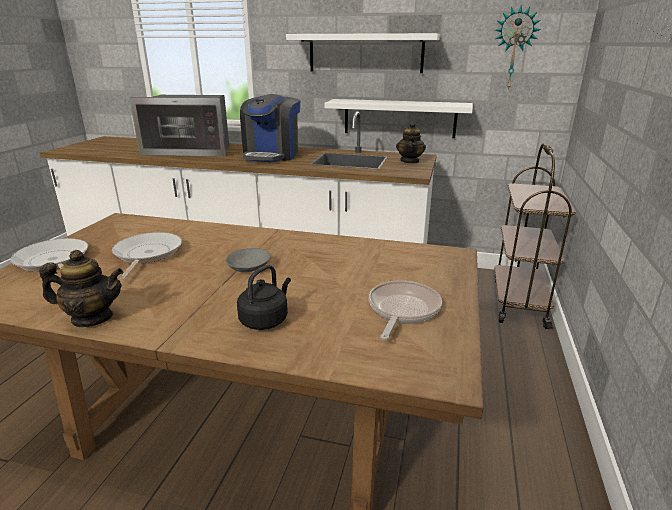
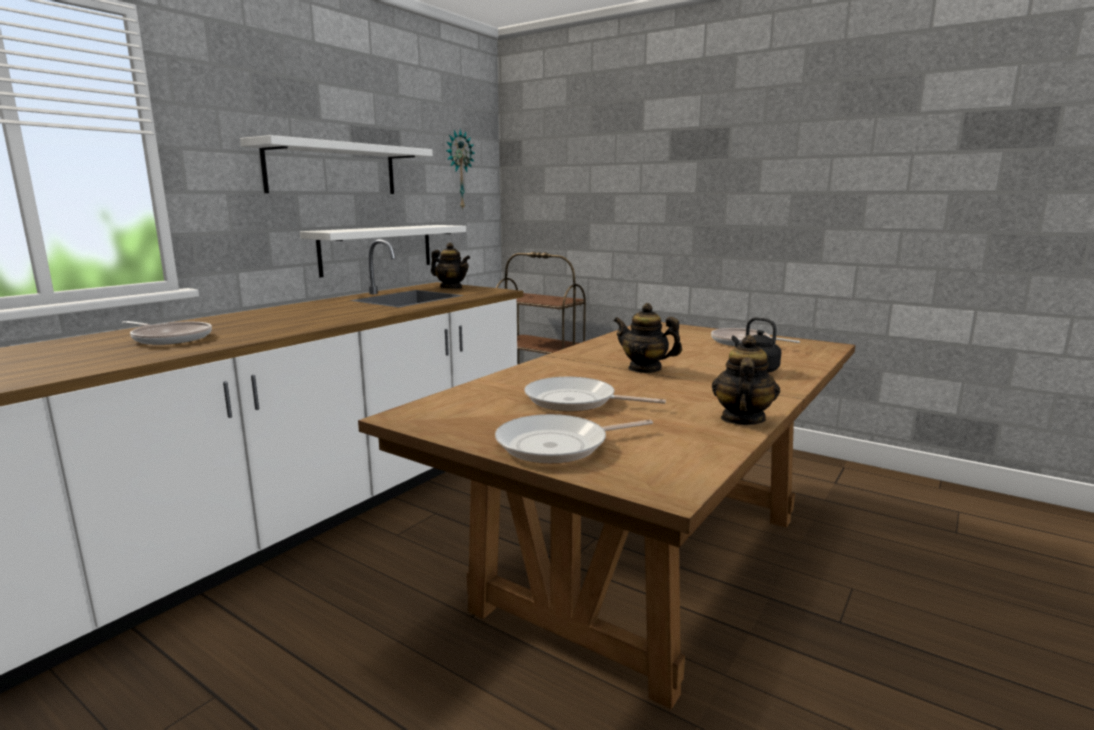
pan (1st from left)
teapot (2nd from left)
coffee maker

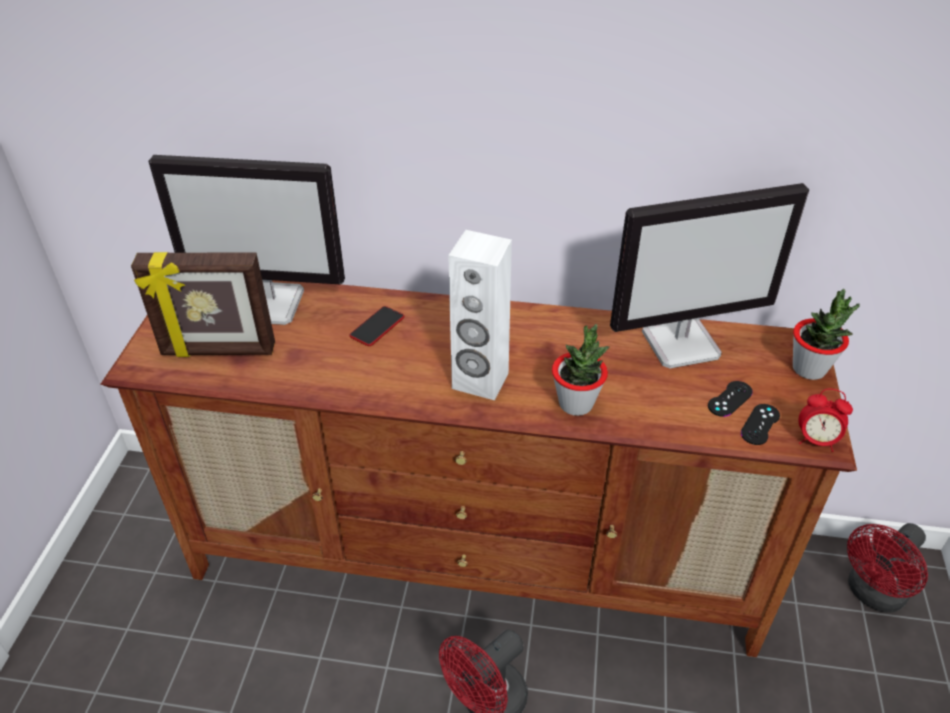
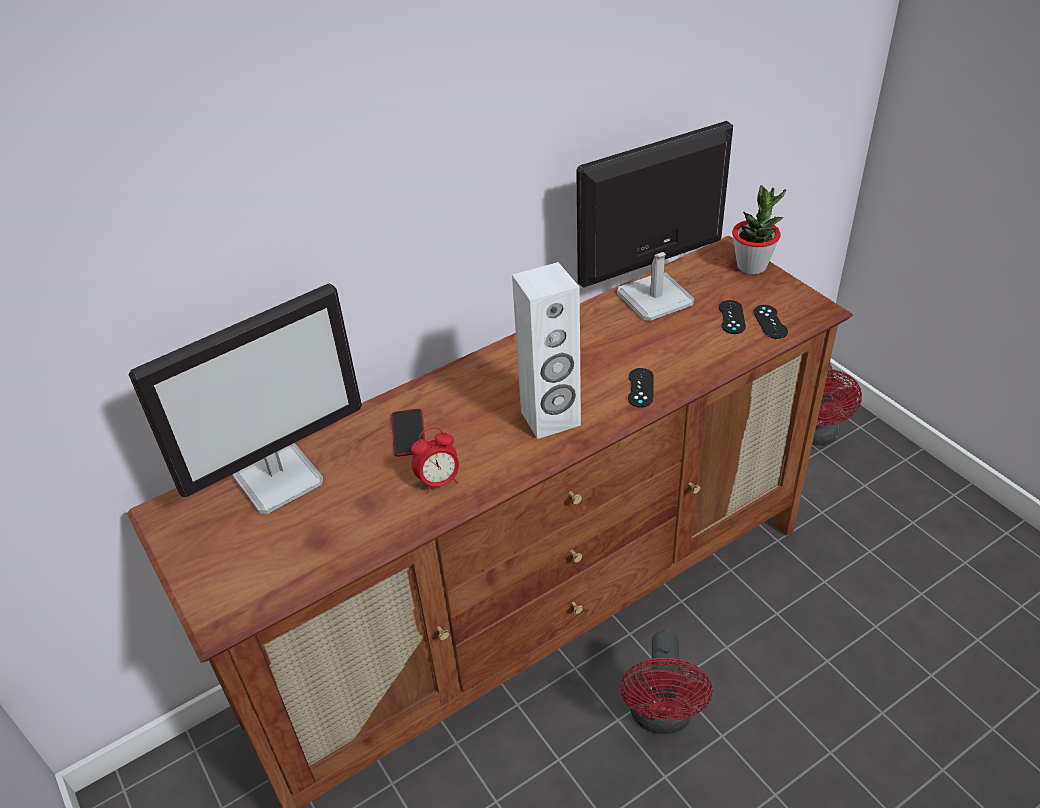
standing frame
joypad (blackish) (1st from left)
computer display (2nd from left)
alarm clock

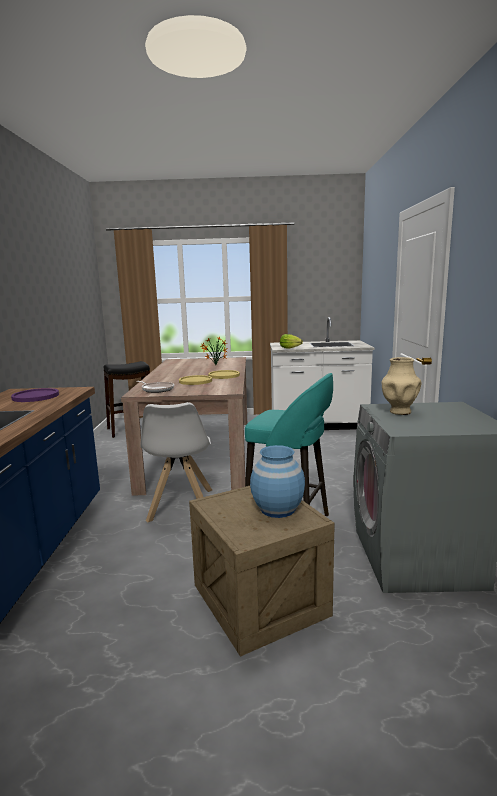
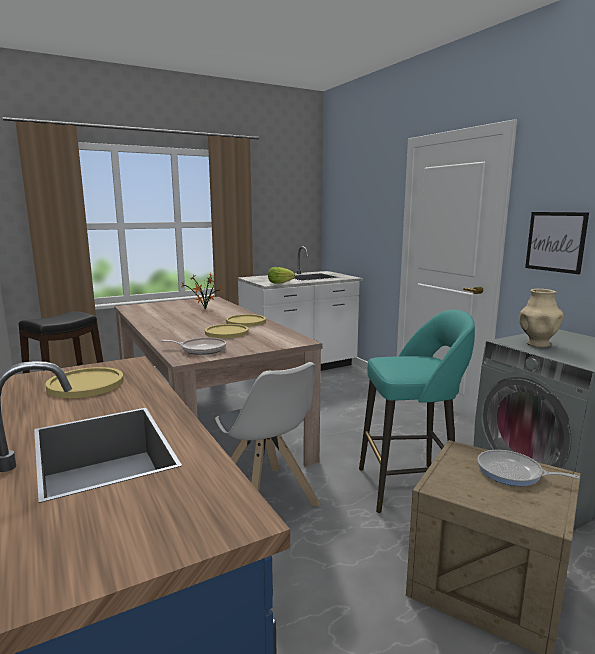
flat dish (yellowish) (1st from left)
pan (2nd from left)
picture

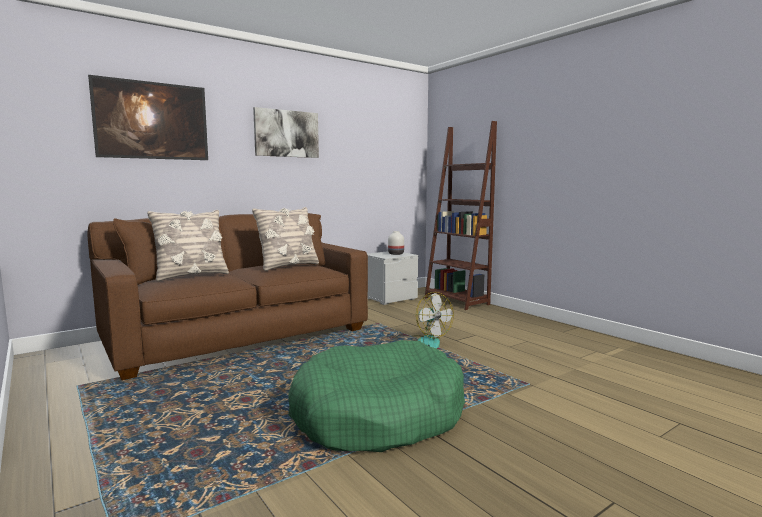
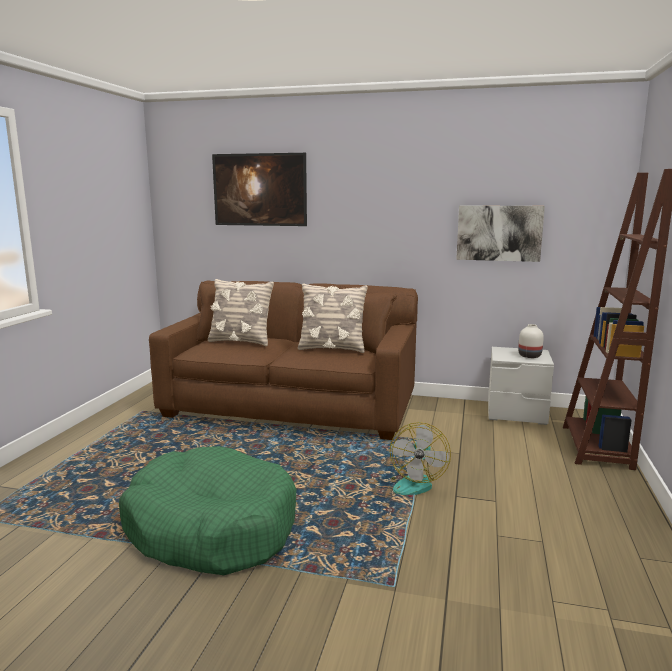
picture (2nd from left)

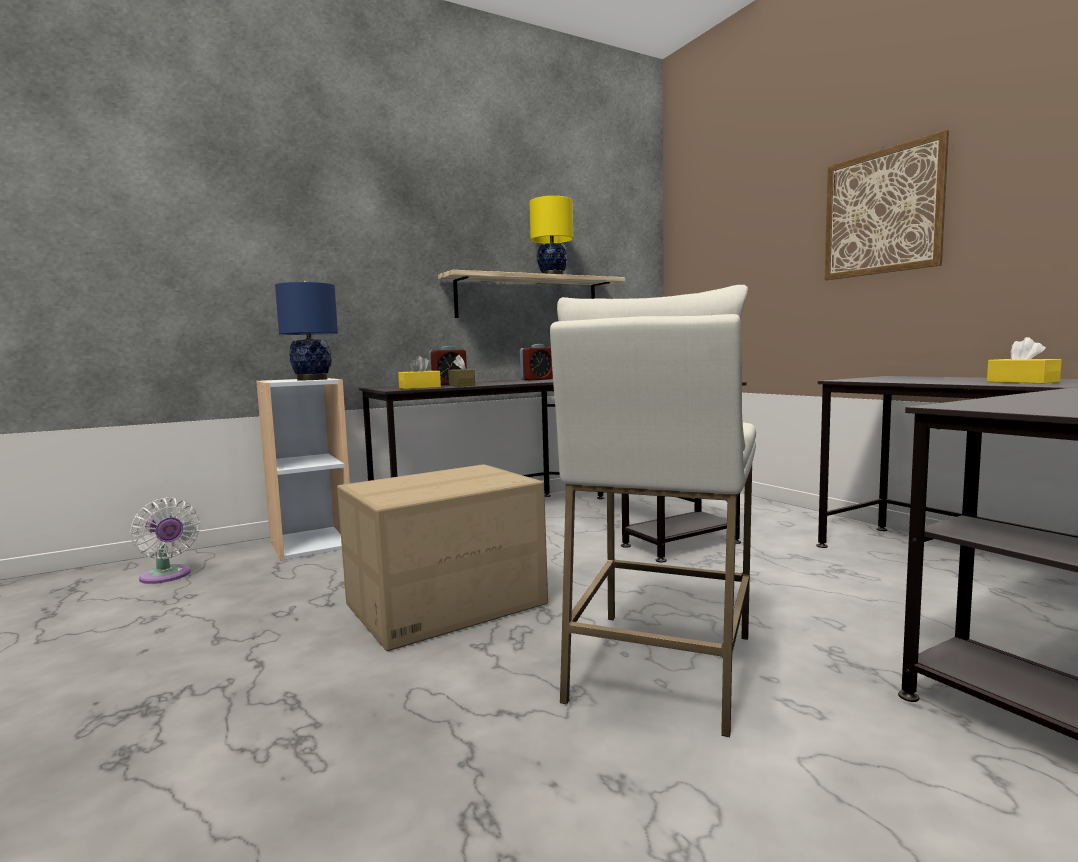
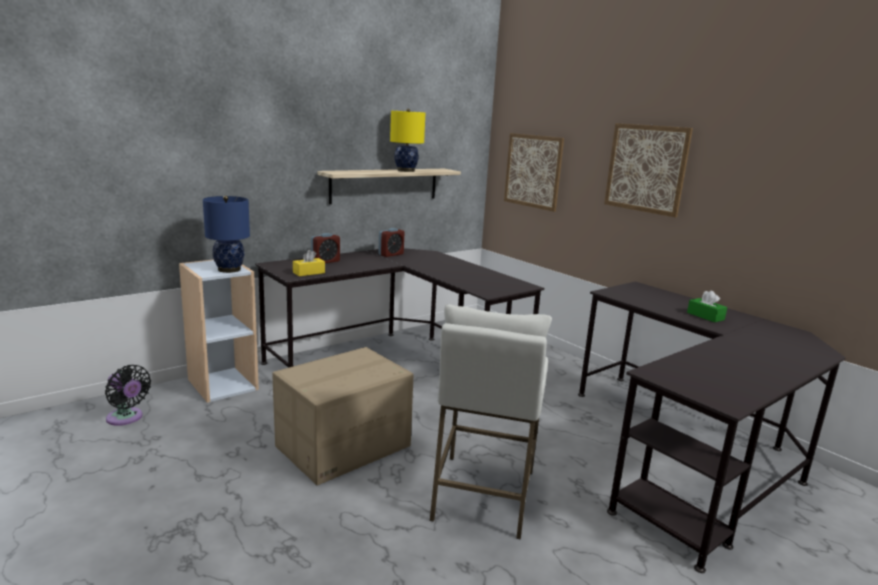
fan (blackish)
box of tissues (brown)
box of tissues (greenish)
picture (1st from left)

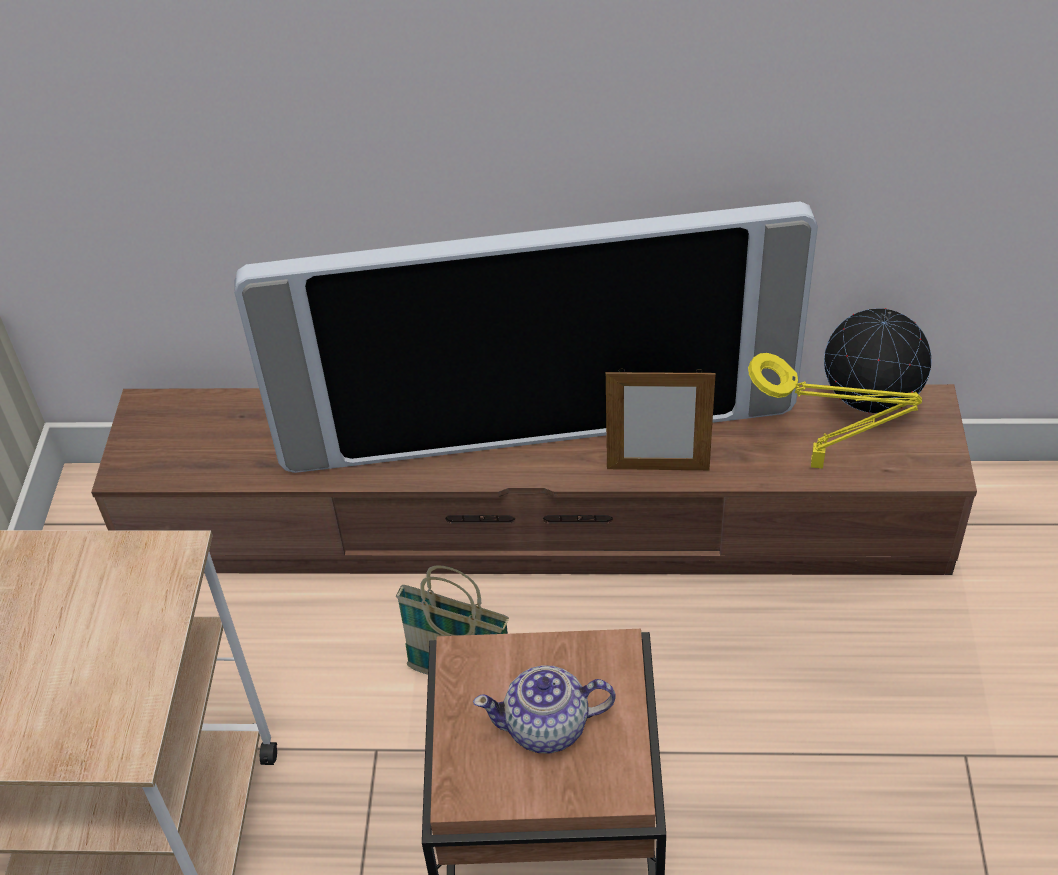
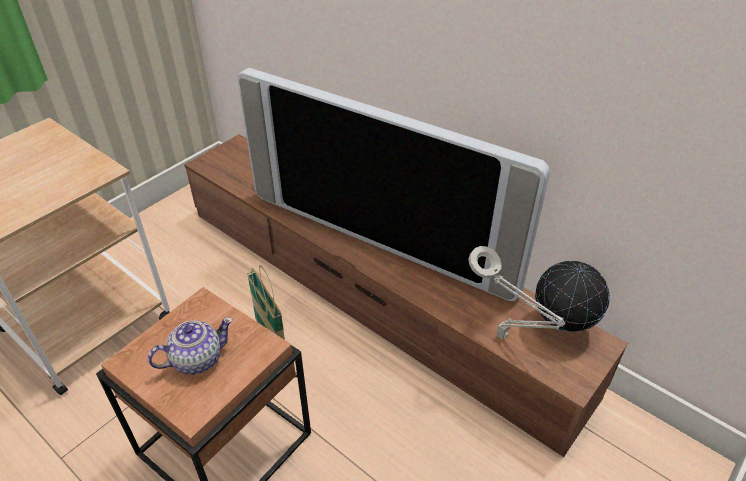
teapot
standing frame
tabletop lamp (grey)

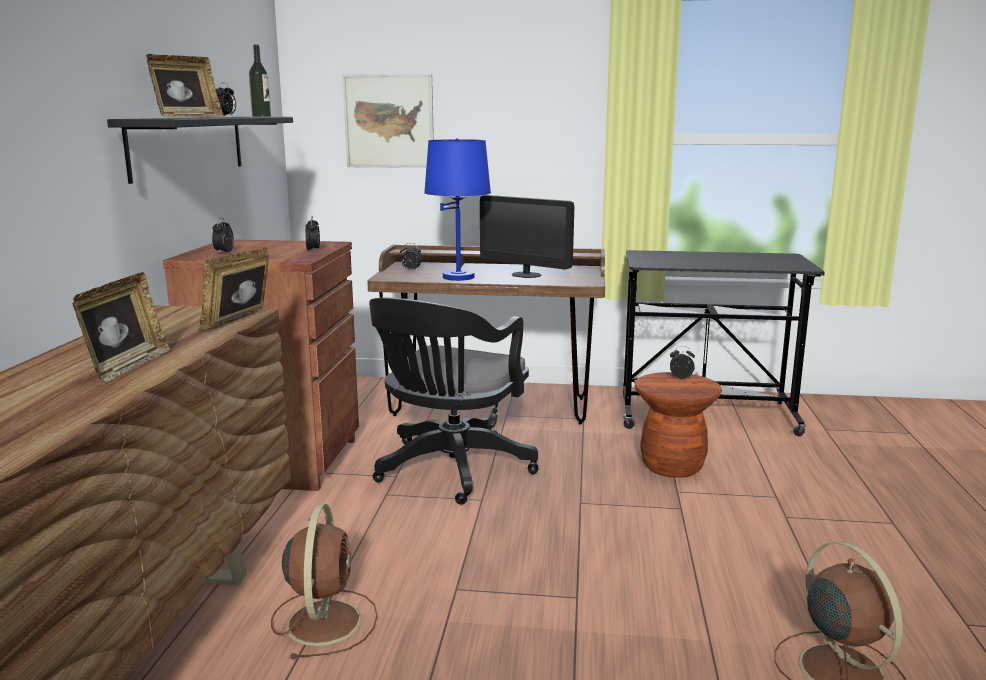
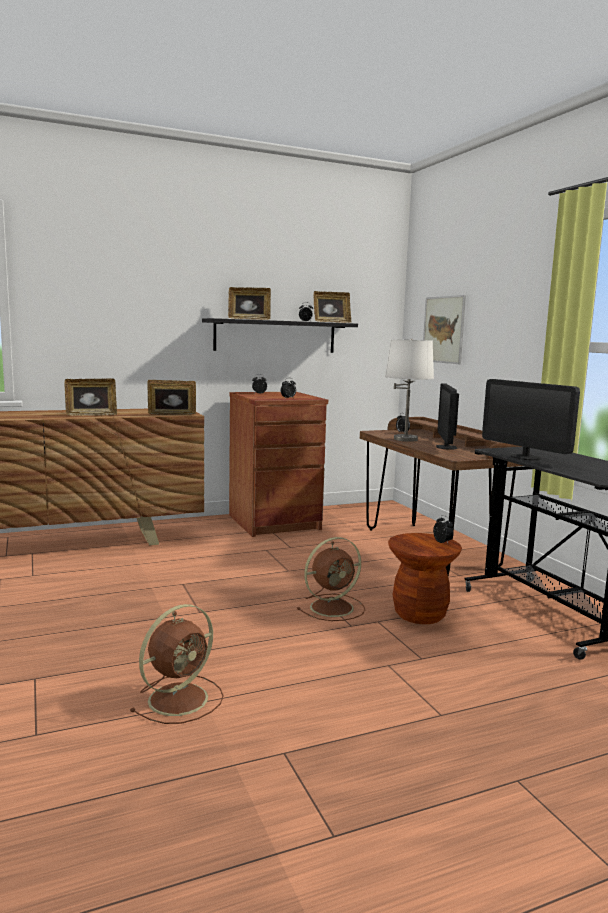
standing frame (4th from left)
fan (brown) (2nd from left)
computer chair (blackish)
tabletop lamp (white-coloured)
computer display (2nd from left)

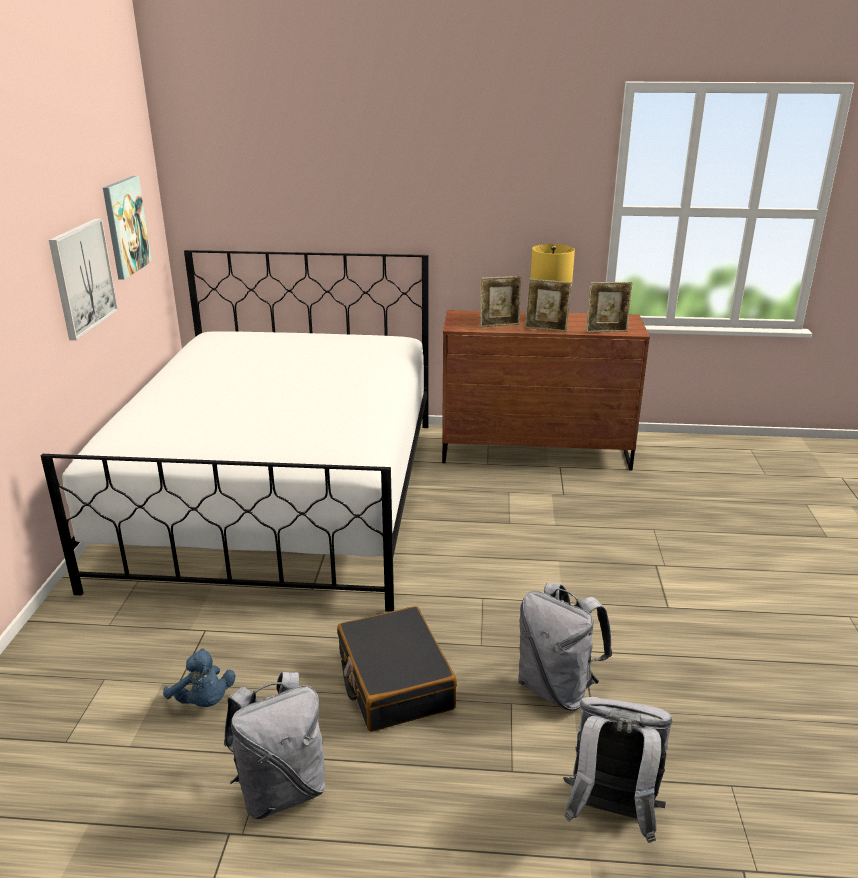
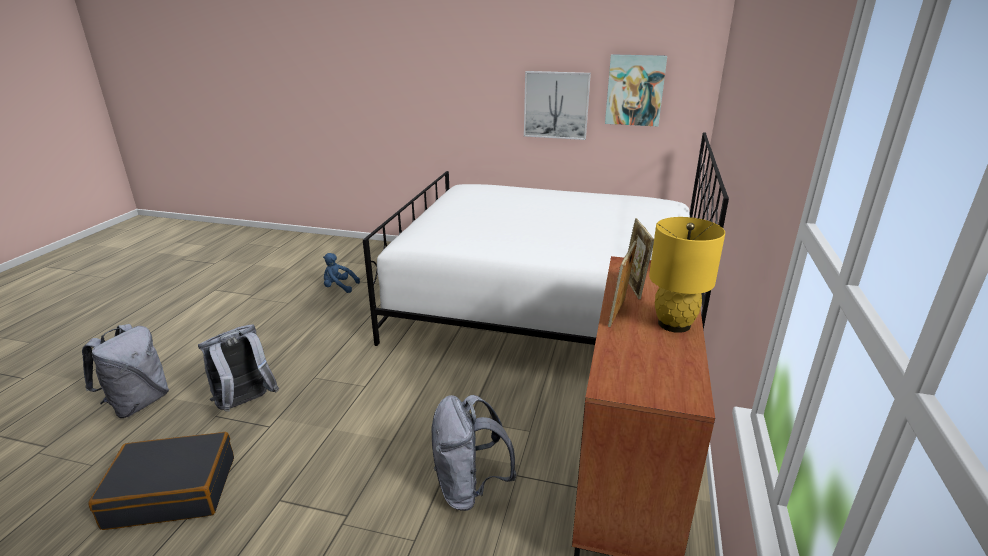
plush toy (blue)
rucksack (grey) (3rd from left)
suitcase (blackish)
standing frame (3rd from left in the first image)

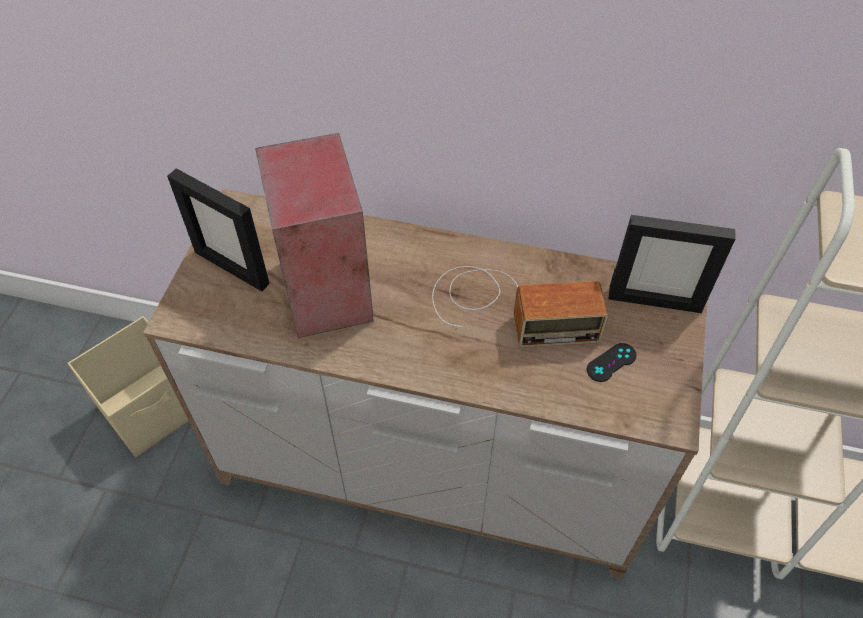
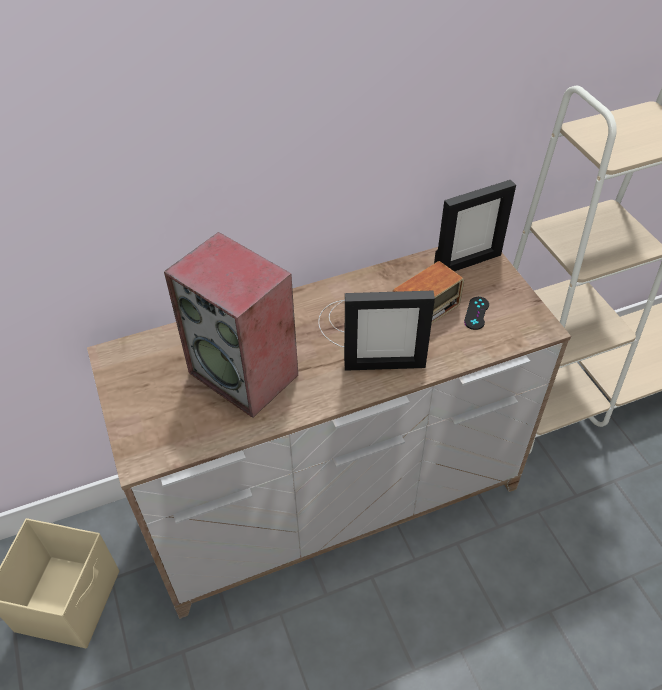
standing frame (1st from left)

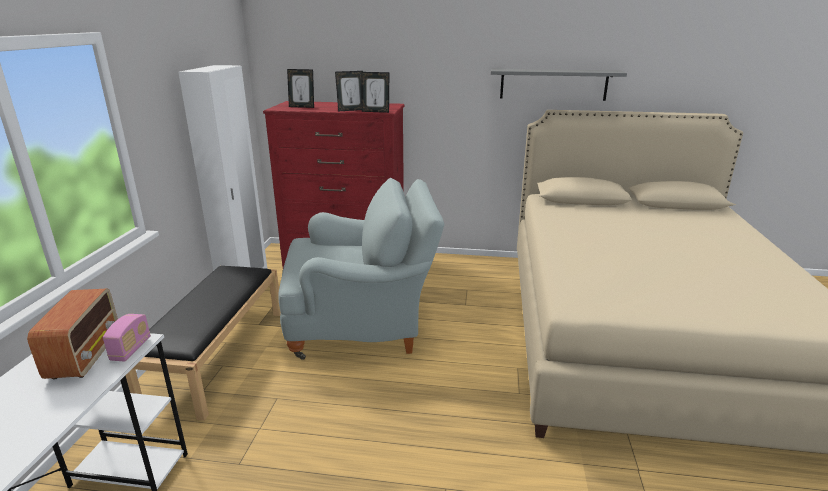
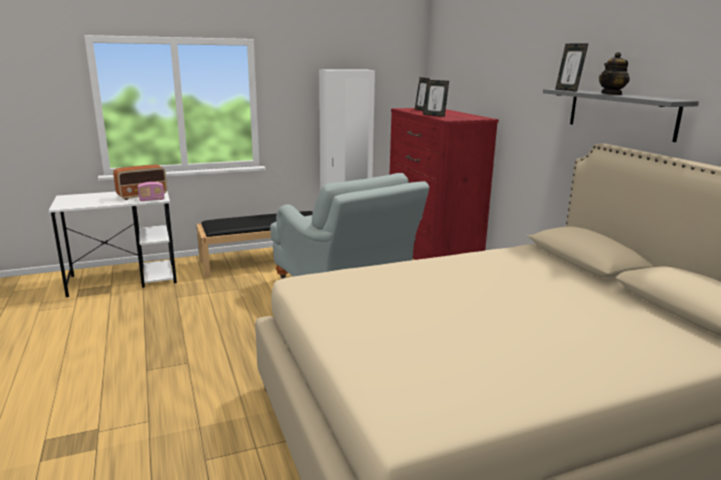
standing frame (3rd from left)
teapot

